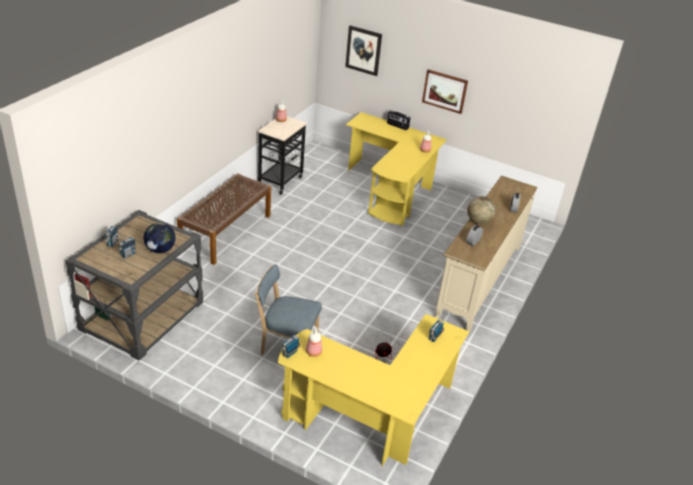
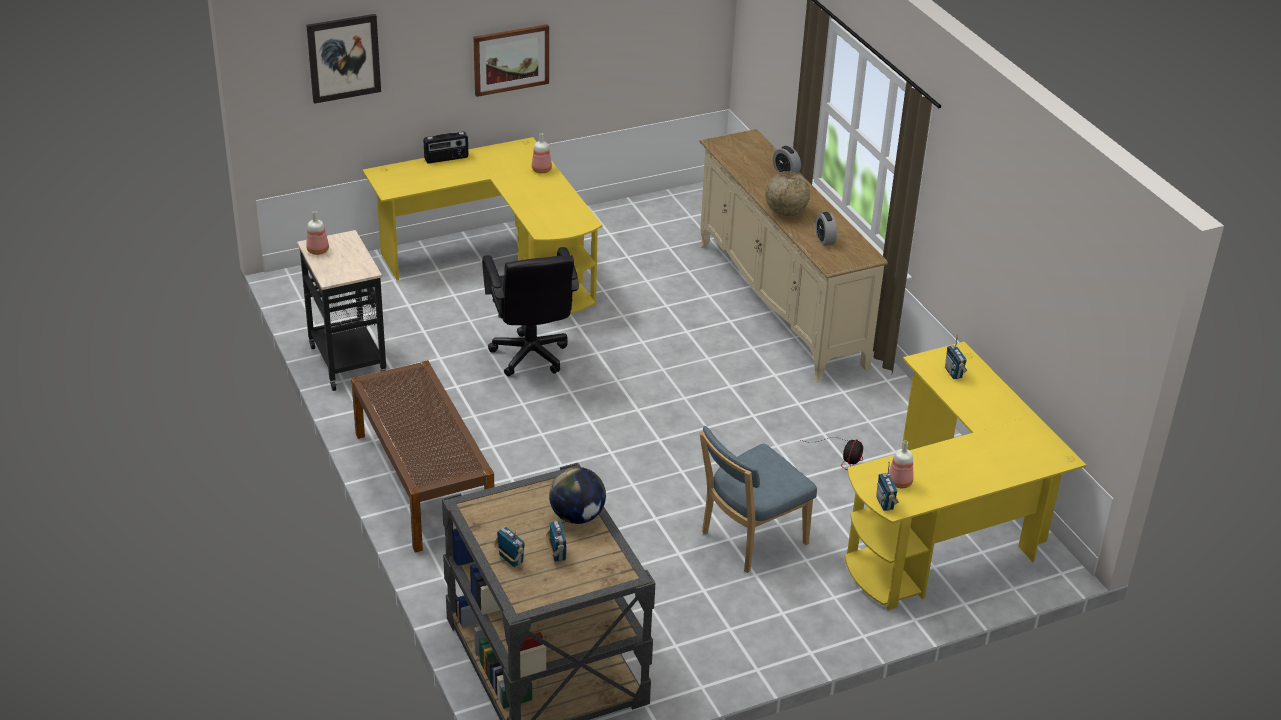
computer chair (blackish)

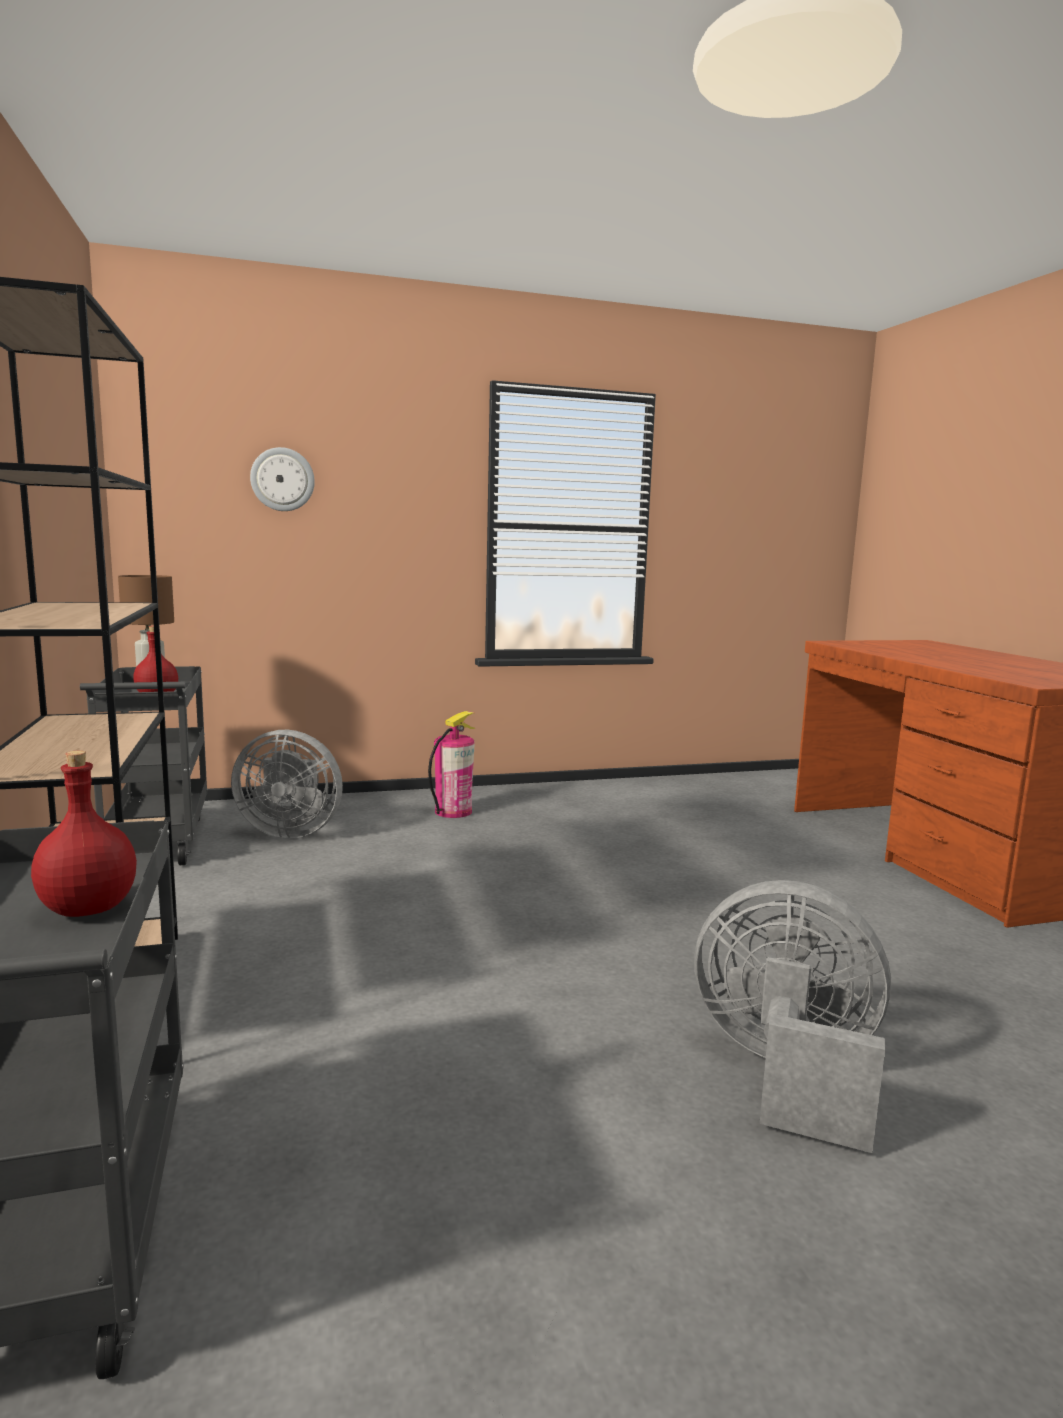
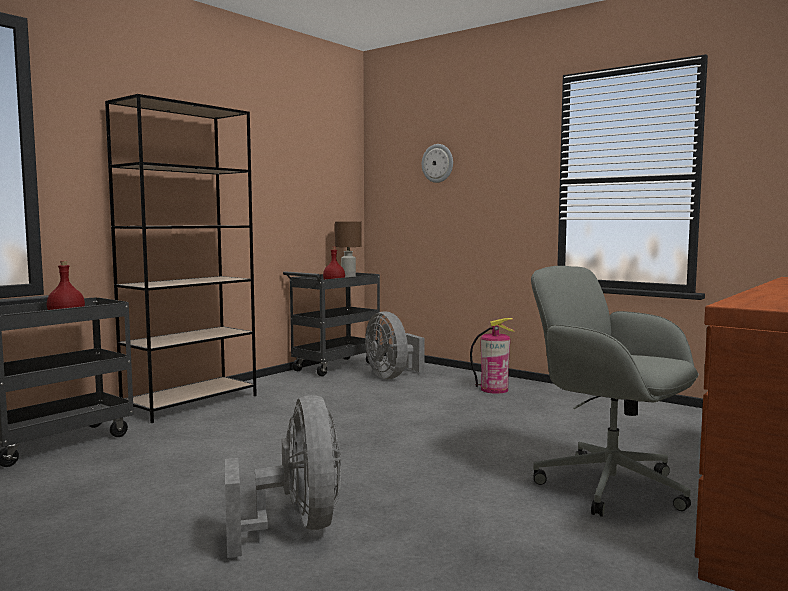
computer chair (grey)

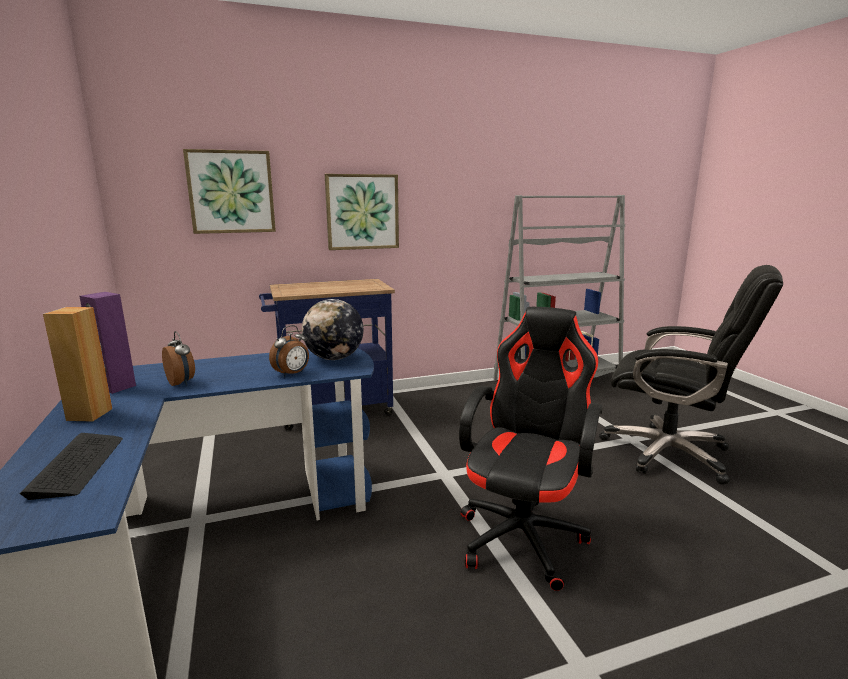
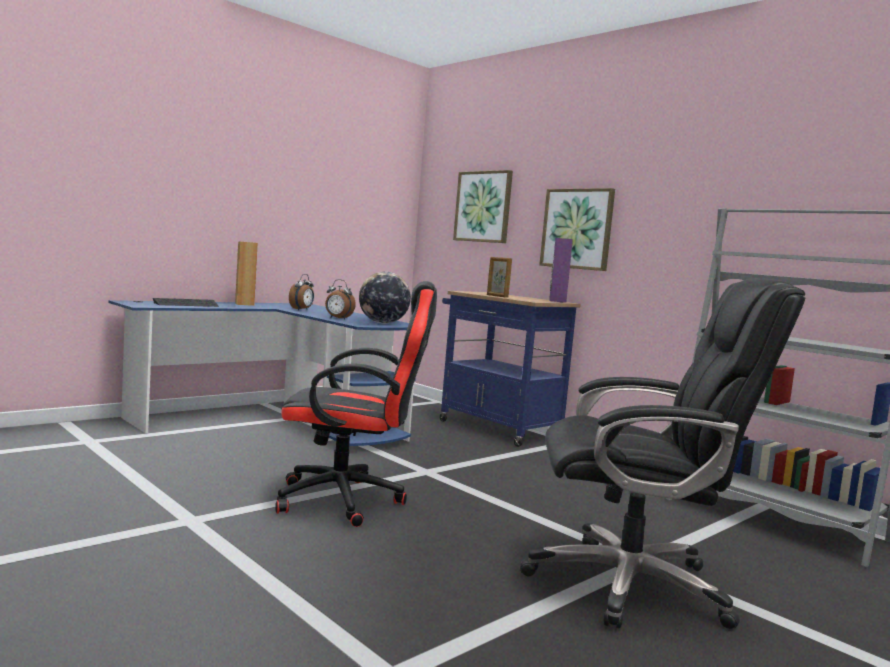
loudspeaker (purple)
computer chair (blackish) (2nd from left)
standing frame

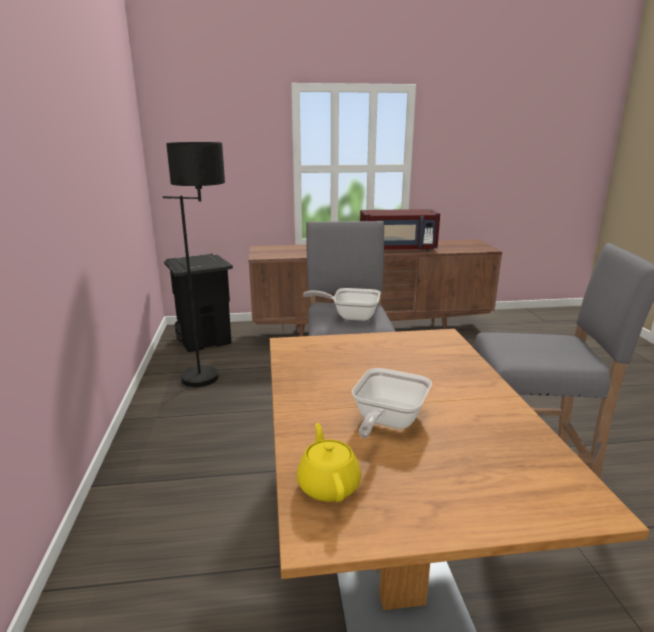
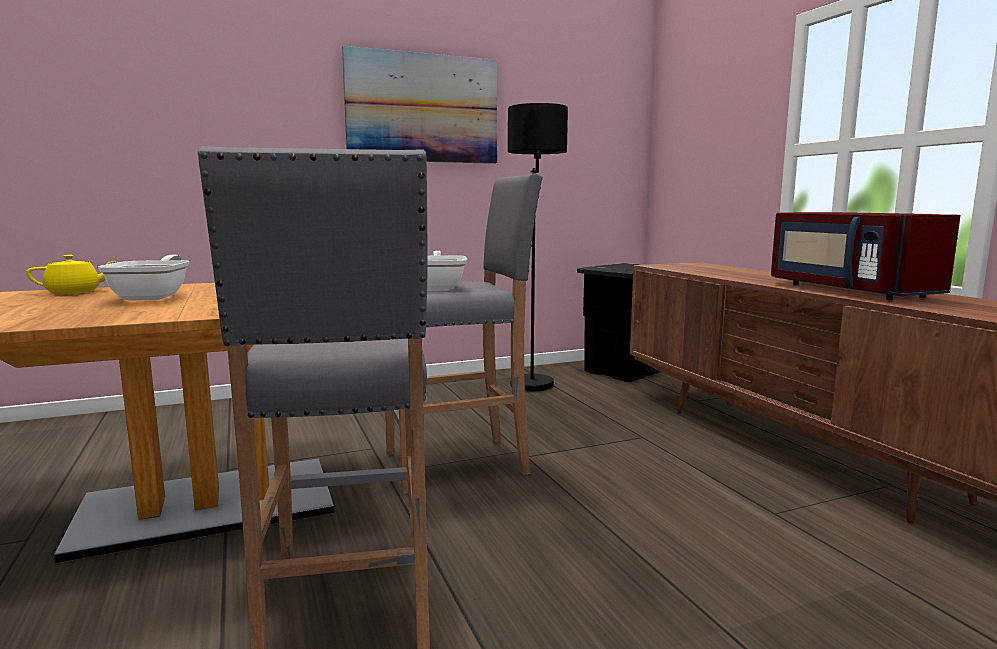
pan (1st from left)
picture

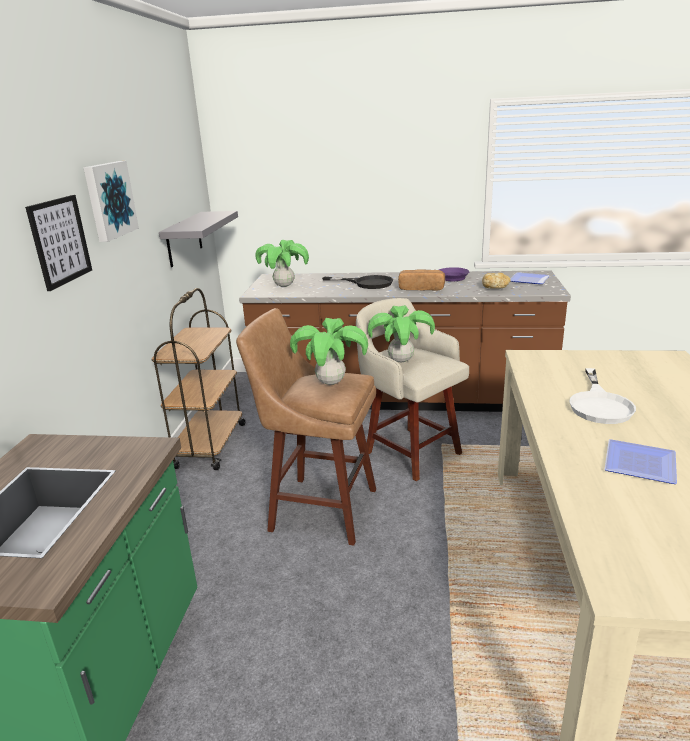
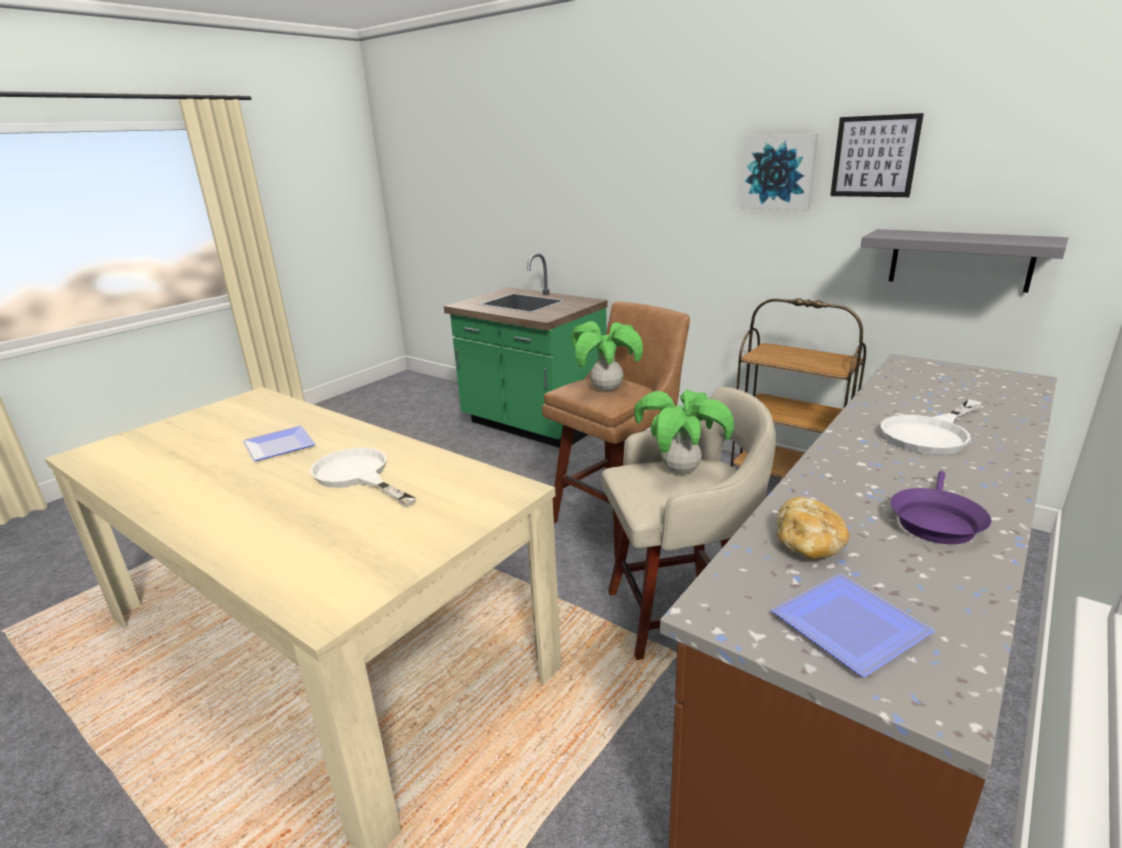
picture (2nd from left)
plant in a pot (1st from left in the first image)
pan (white-coloured) (2nd from left)
baked bread (1st from left in the first image)

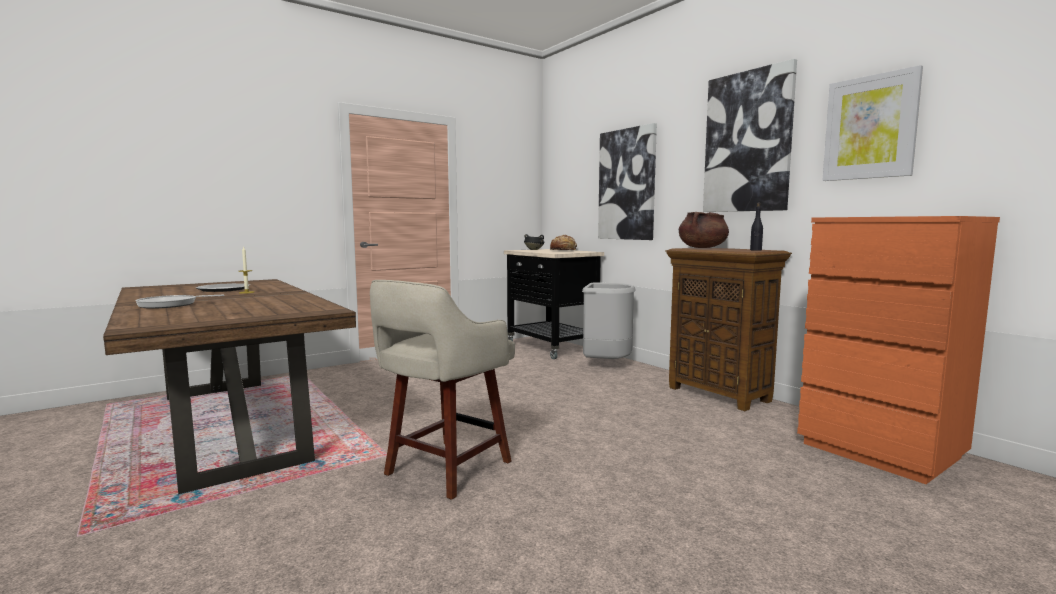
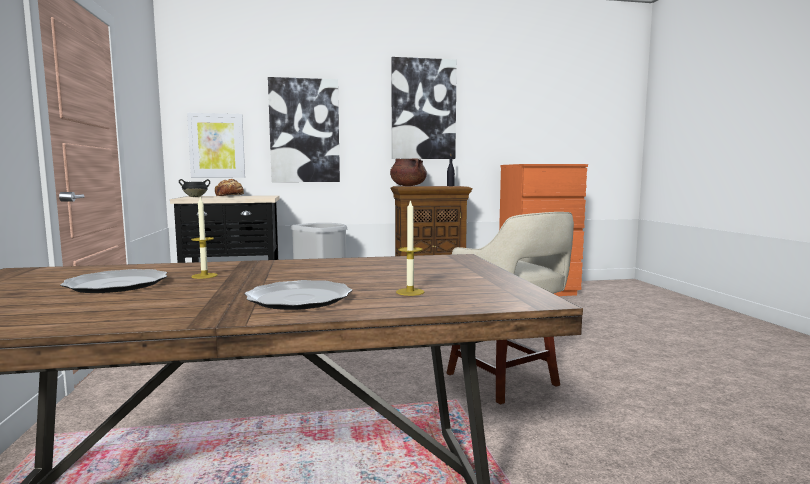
flat dish (2nd from left)
picture (1st from left)
candle (2nd from left)

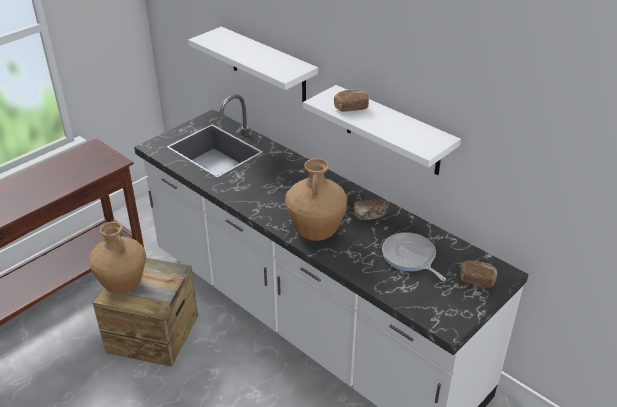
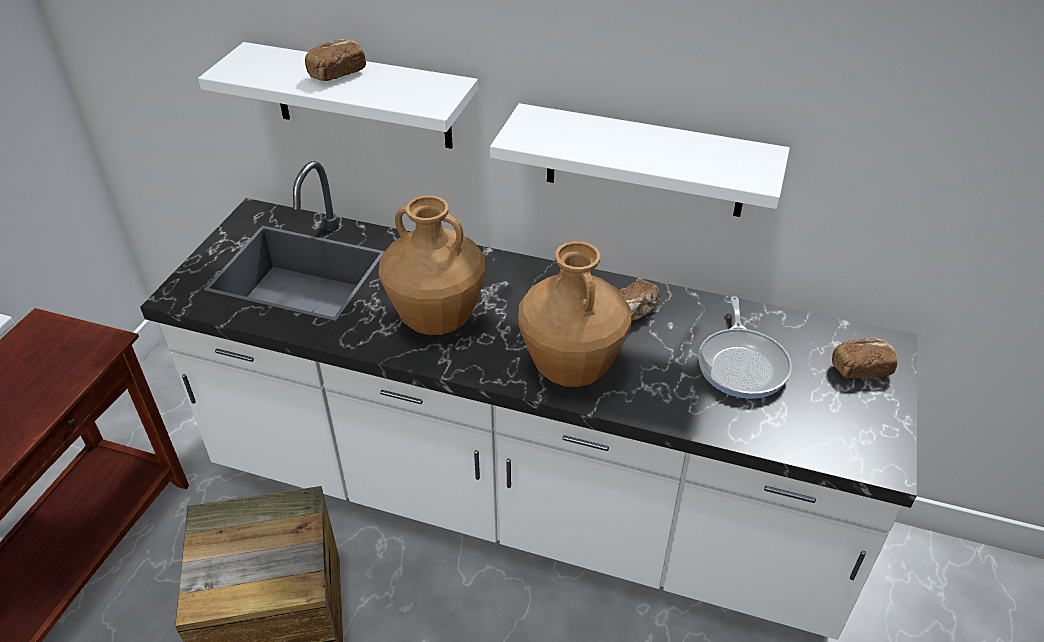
vase (brown) (1st from left)
baked bread (1st from left)
pan

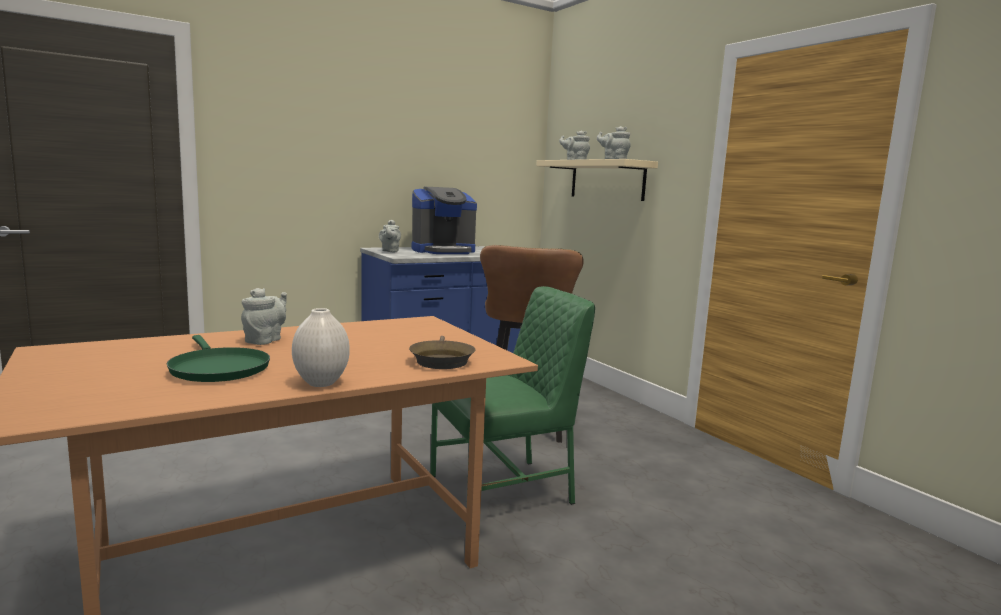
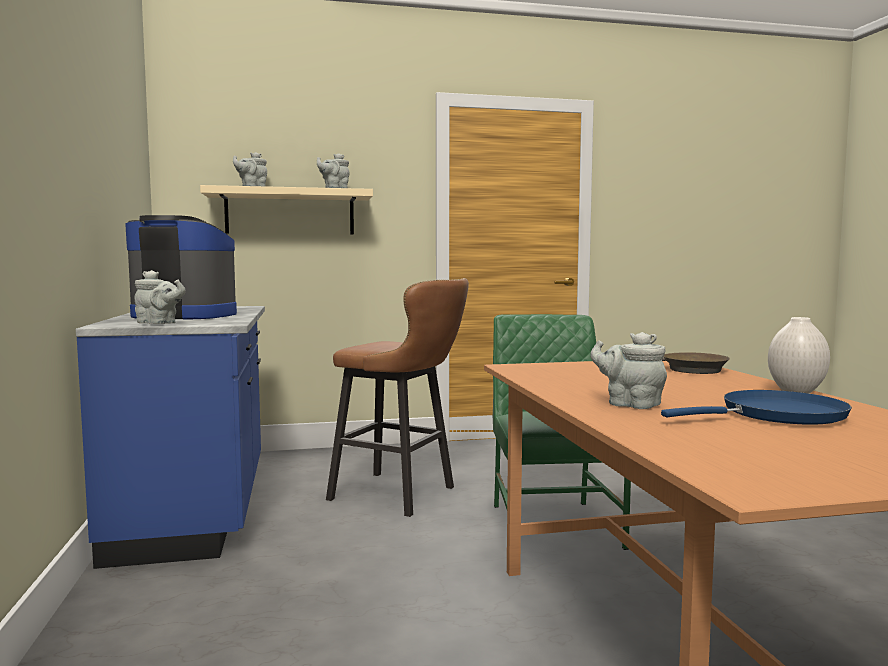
pan (blue)
coffee maker

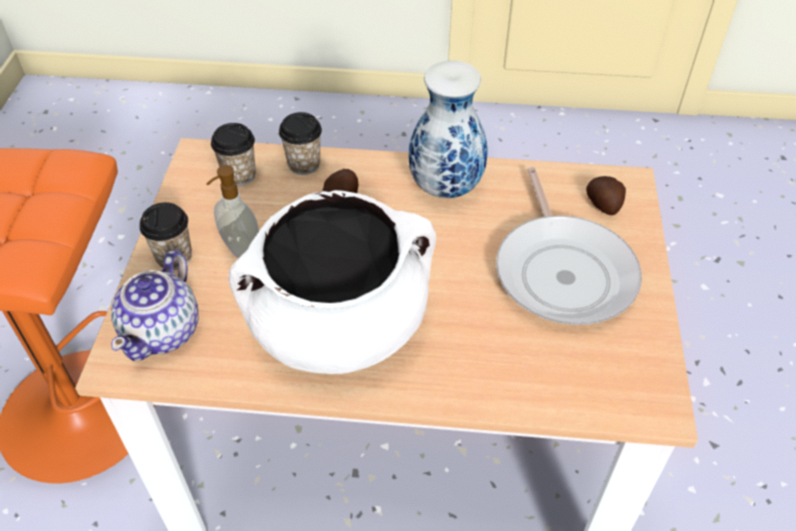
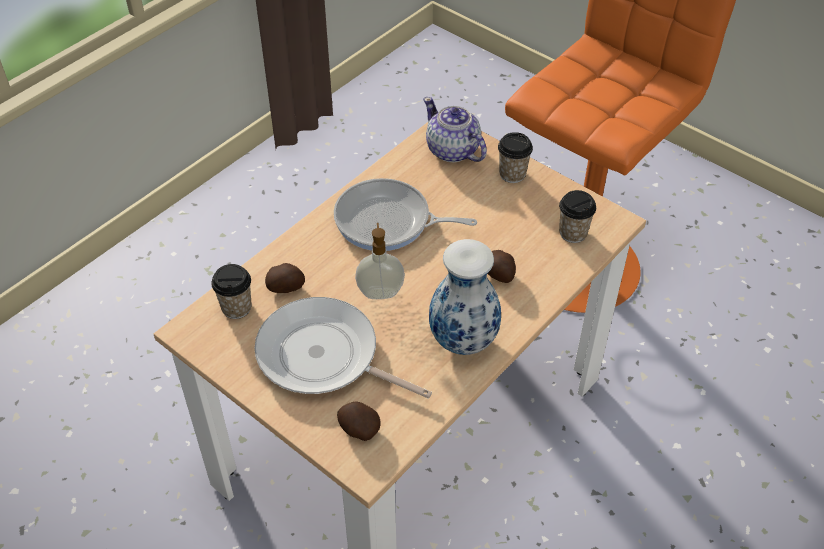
soap dispenser
pan (2nd from left)
cup (1st from left)
spud (1st from left)

